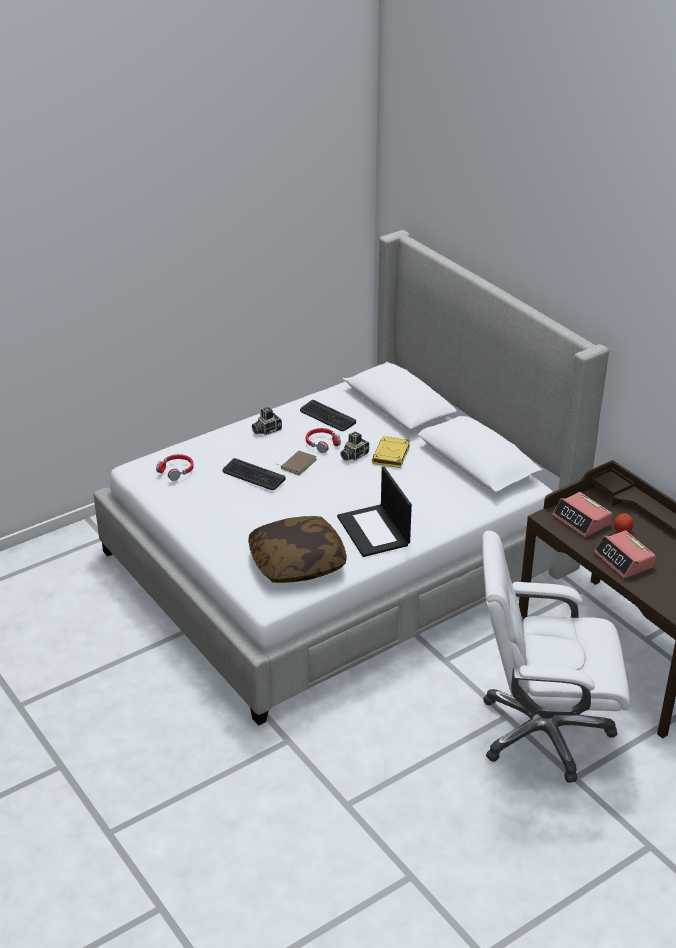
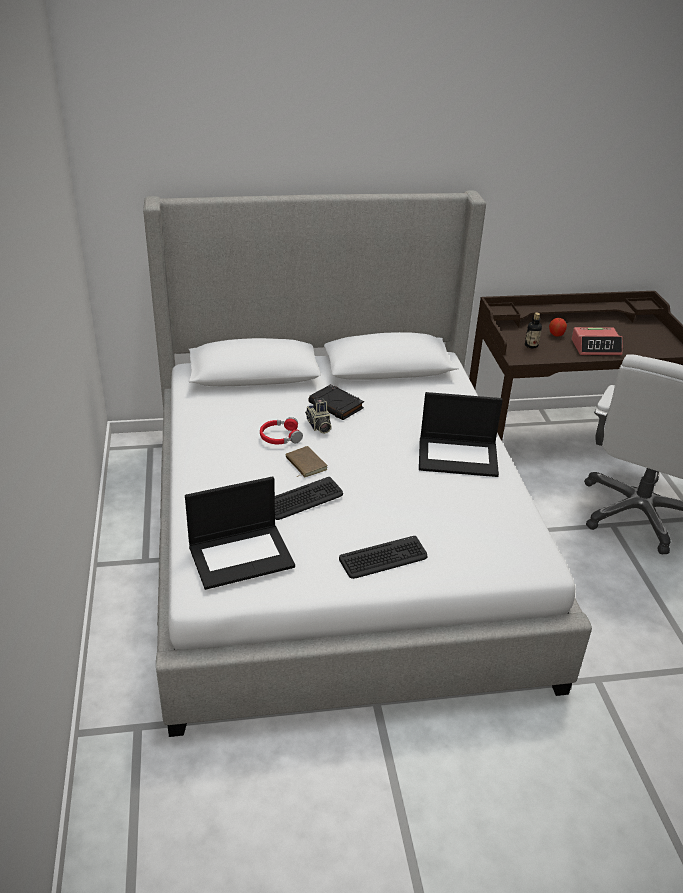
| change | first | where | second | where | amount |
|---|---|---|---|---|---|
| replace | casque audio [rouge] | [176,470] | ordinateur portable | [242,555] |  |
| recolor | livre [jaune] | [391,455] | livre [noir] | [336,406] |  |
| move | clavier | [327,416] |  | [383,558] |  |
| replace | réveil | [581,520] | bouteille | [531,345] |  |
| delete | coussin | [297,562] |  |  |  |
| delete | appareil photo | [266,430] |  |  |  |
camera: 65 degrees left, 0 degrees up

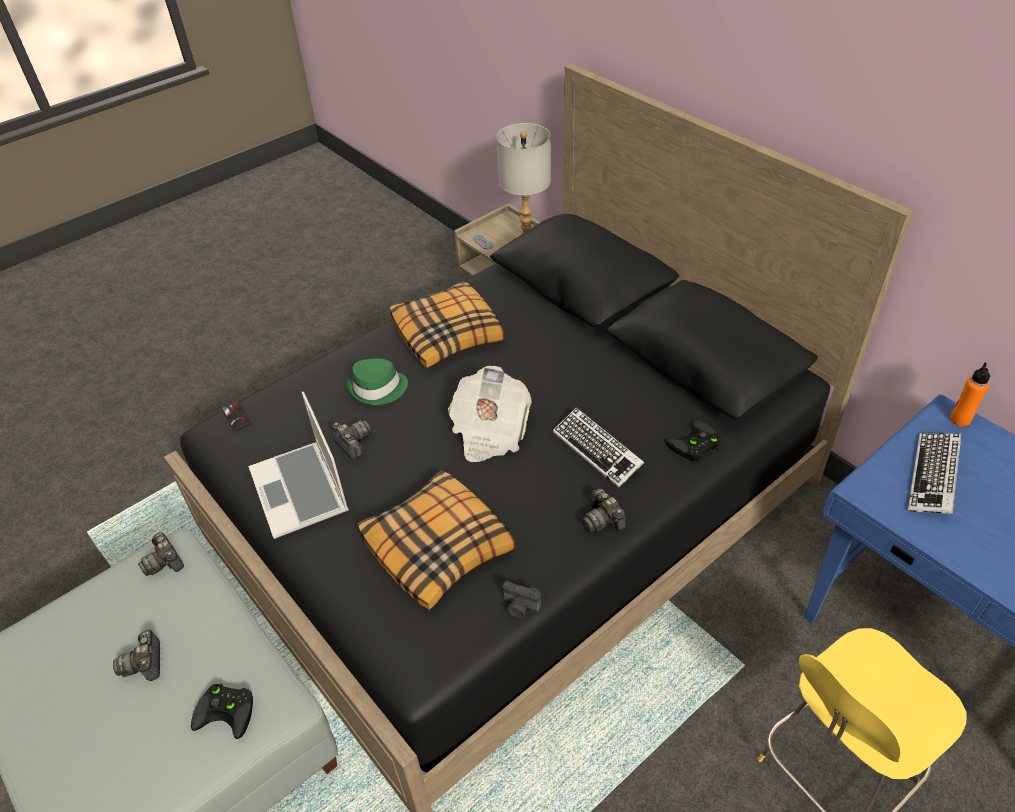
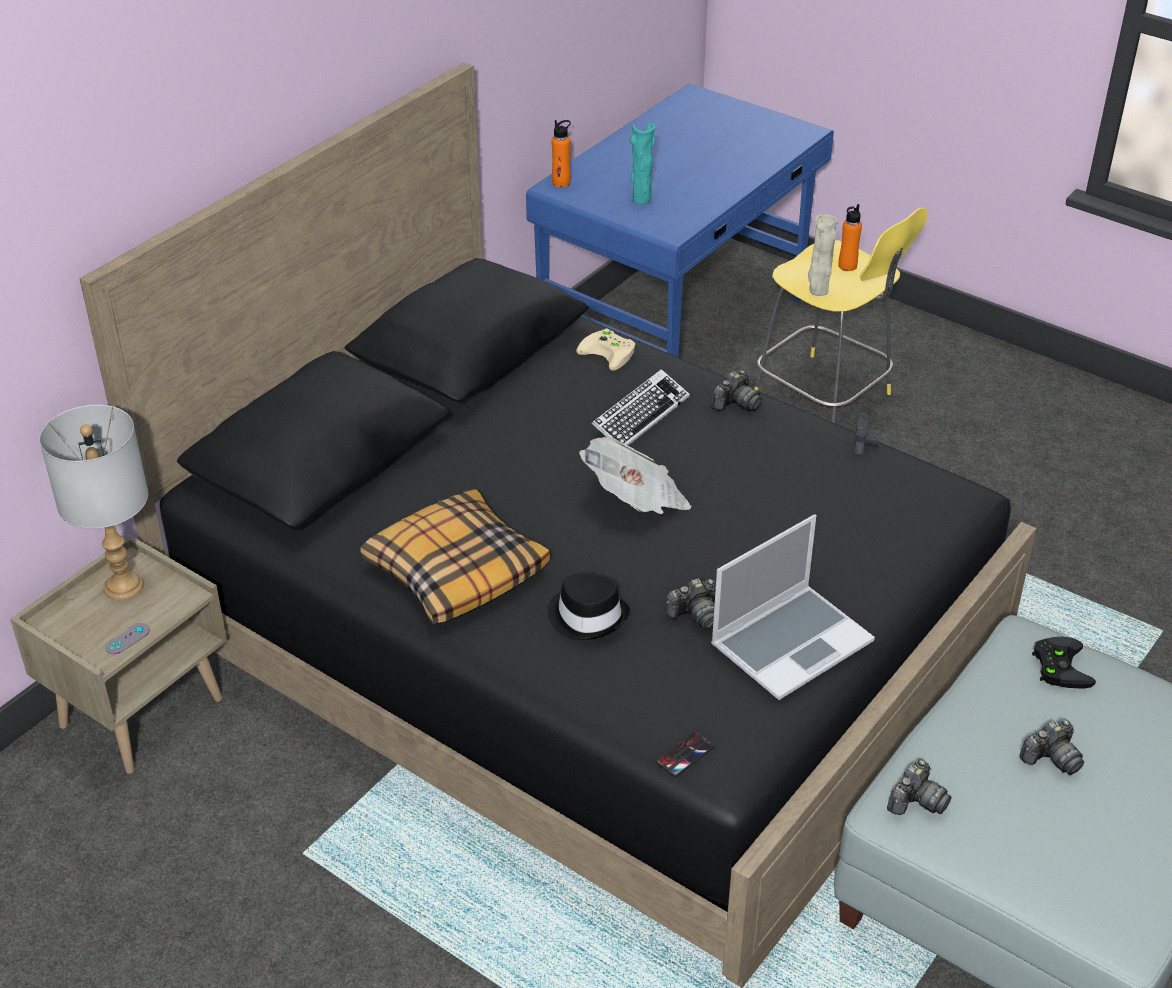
| change | first | where | second | where | amount |
|---|---|---|---|---|---|
| recolor | chapeau [vert] | [378,389] | chapeau [noir] | [588,616] |  |
| recolor | manette [noir] | [694,446] | manette [beige] | [610,352] |  |
| replace | clavier | [933,477] | vase [turquoise] | [641,199] |  |
| rotate | appareil photo | [353,443] |  | [696,615] | 150 degrees counterclockwise |
| insert |  |  | vase [beige] | [818,291] |  |
| insert |  |  | bouteille [orange] | [847,266] |  |
| delete | coussin | [438,546] |  |  |  |
camera: 105 degrees left, 5 degrees down

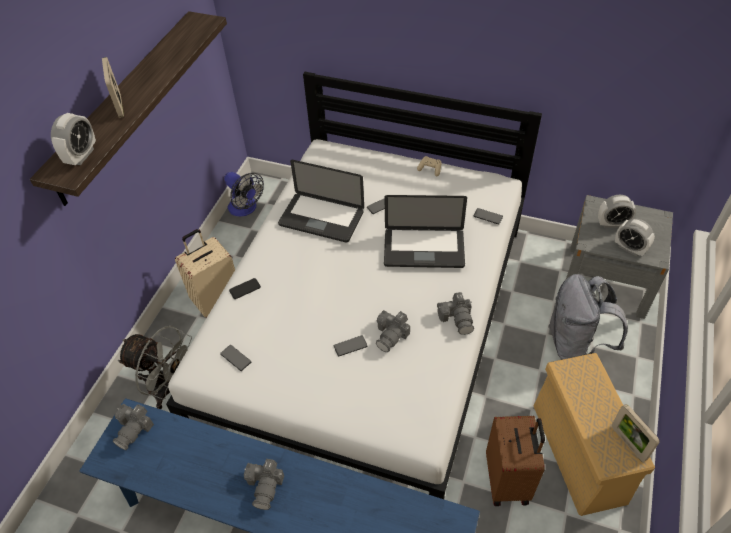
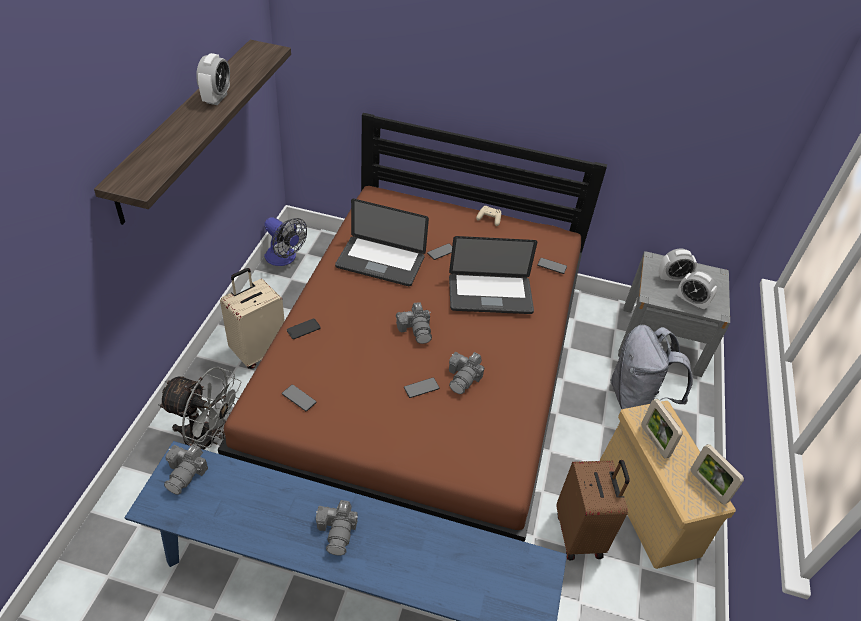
| change | first | where | second | where | amount |
|---|---|---|---|---|---|
| move | réveil | [81,156] |  | [216,98] |  |
| recolor | lit [blanc] | [368,325] | lit [marron] | [423,378] |  |
| move | appareil photo | [457,318] |  | [416,329] |  |
| move | cadre photo | [120,106] |  | [654,441] |  |
camera: 10 degrees left, 5 degrees down

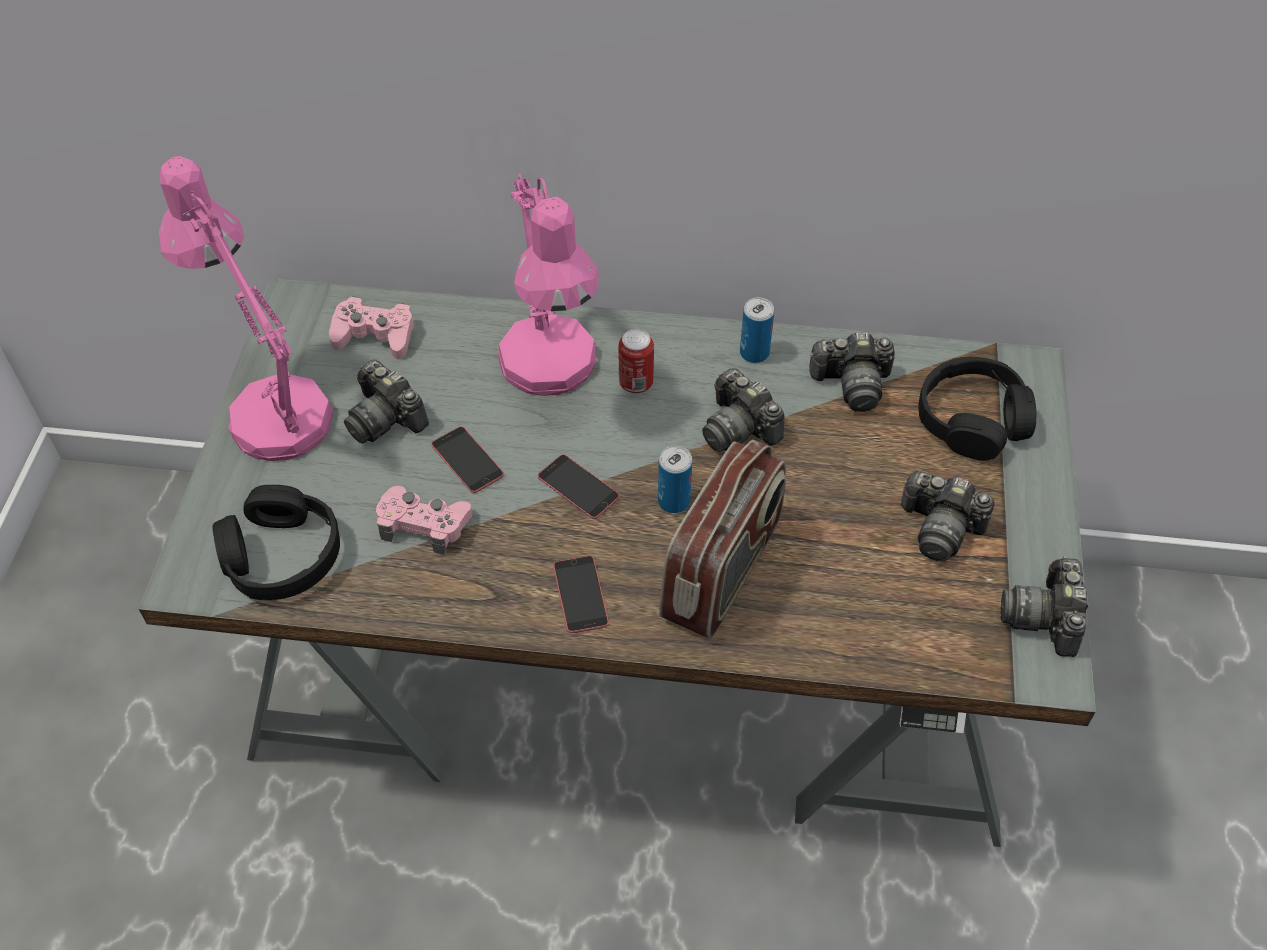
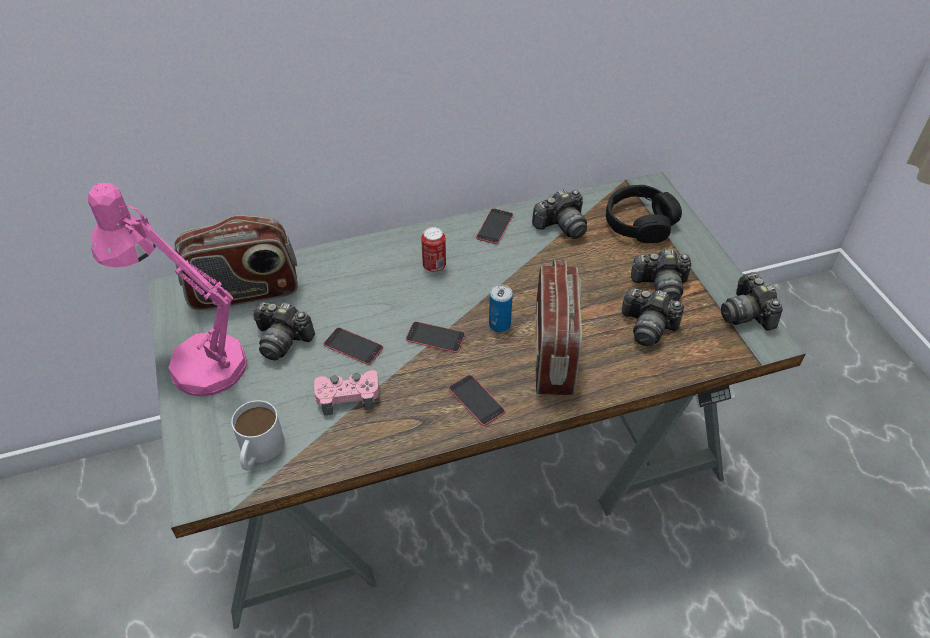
| change | first | where | second | where | amount |
|---|---|---|---|---|---|
| replace | manette [rose] | [375,335] | radio | [244,292] |  |
| replace | casque audio [noir] | [281,555] | mug [blanc] | [259,451] |  |
| replace | boîte métallique | [754,353] | téléphone | [494,226] |  |
| move | appareil photo | [739,428] |  | [647,327] |  |
| delete | lampe de table [rose] | [552,375] |  |  |  |
camera: 25 degrees left, 5 degrees down

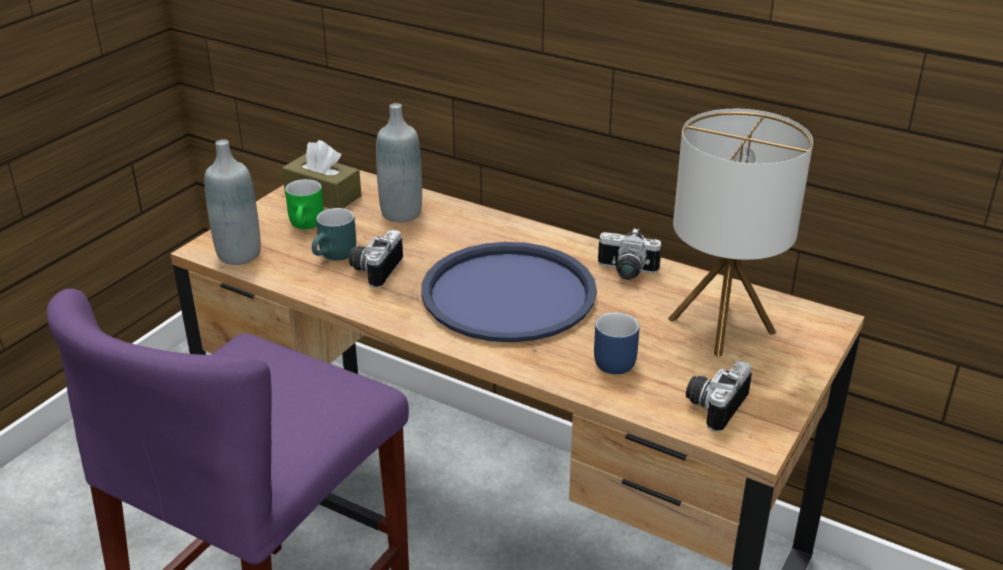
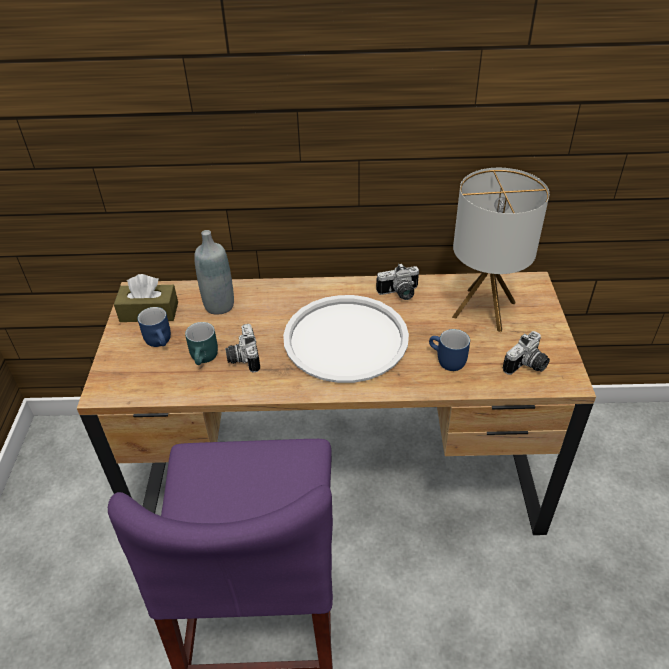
| change | first | where | second | where | amount |
|---|---|---|---|---|---|
| recolor | mug [vert] | [308,225] | mug [bleu] | [161,341] |  |
| recolor | plateau [bleu] | [508,293] | plateau [blanc] | [345,339] |  |
| rotate | appareil photo | [713,405] |  | [527,366] | 135 degrees counterclockwise |
| delete | bouteille [gris] | [239,254] |  |  |  |
camera: 30 degrees left, 10 degrees up

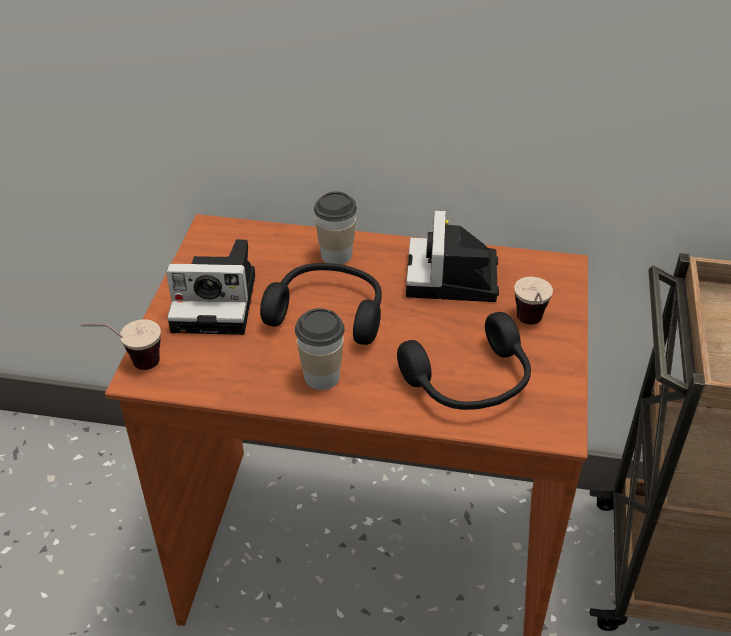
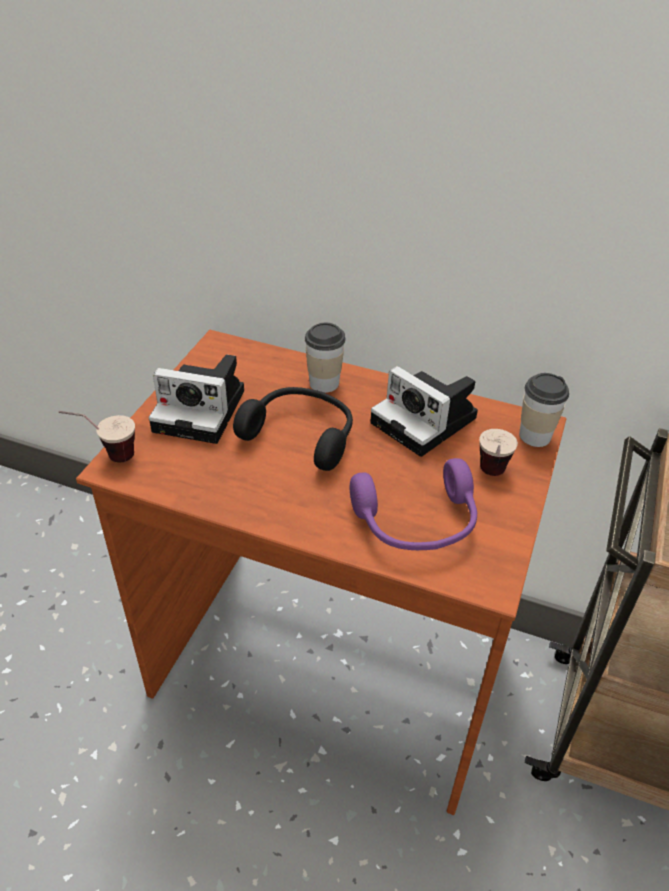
| change | first | where | second | where | amount |
|---|---|---|---|---|---|
| recolor | casque audio [noir] | [470,383] | casque audio [violet] | [417,523] |  |
| rotate | appareil photo | [453,279] |  | [427,421] | 60 degrees counterclockwise |
| move | tasse | [321,377] |  | [534,436] |  |
camera: 10 degrees right, 0 degrees up

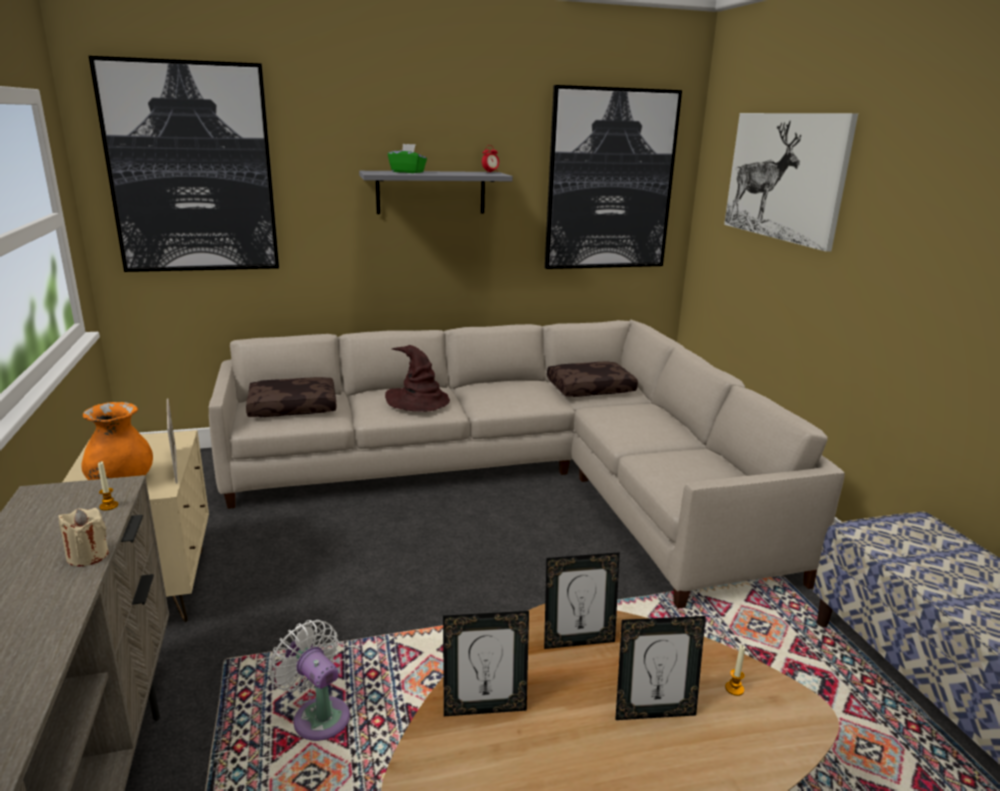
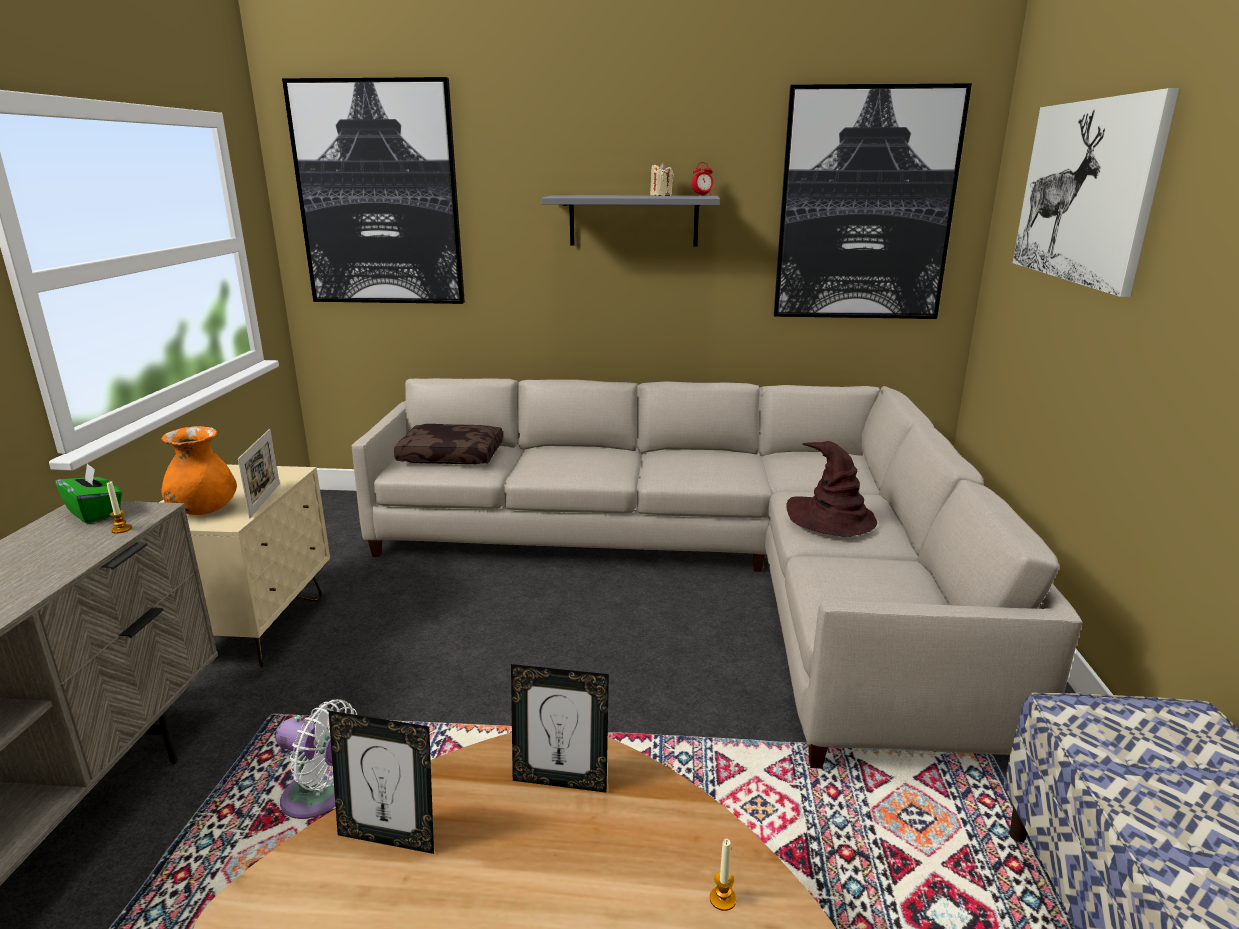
| change | first | where | second | where | amount |
|---|---|---|---|---|---|
| move | boîte à mouchoirs [vert] | [407,172] |  | [95,512] |  |
| rotate | ventilateur [blanc] | [318,715] |  | [320,798] | 135 degrees clockwise |
| move | bougie [beige] | [88,556] |  | [661,195] |  |
| move | chapeau [marron] | [418,401] |  | [831,518] |  |
| delete | coussin [marron] | [590,388] |  |  |  |
| delete | cadre photo | [653,712] |  |  |  |
camera: 20 degrees right, 0 degrees up

